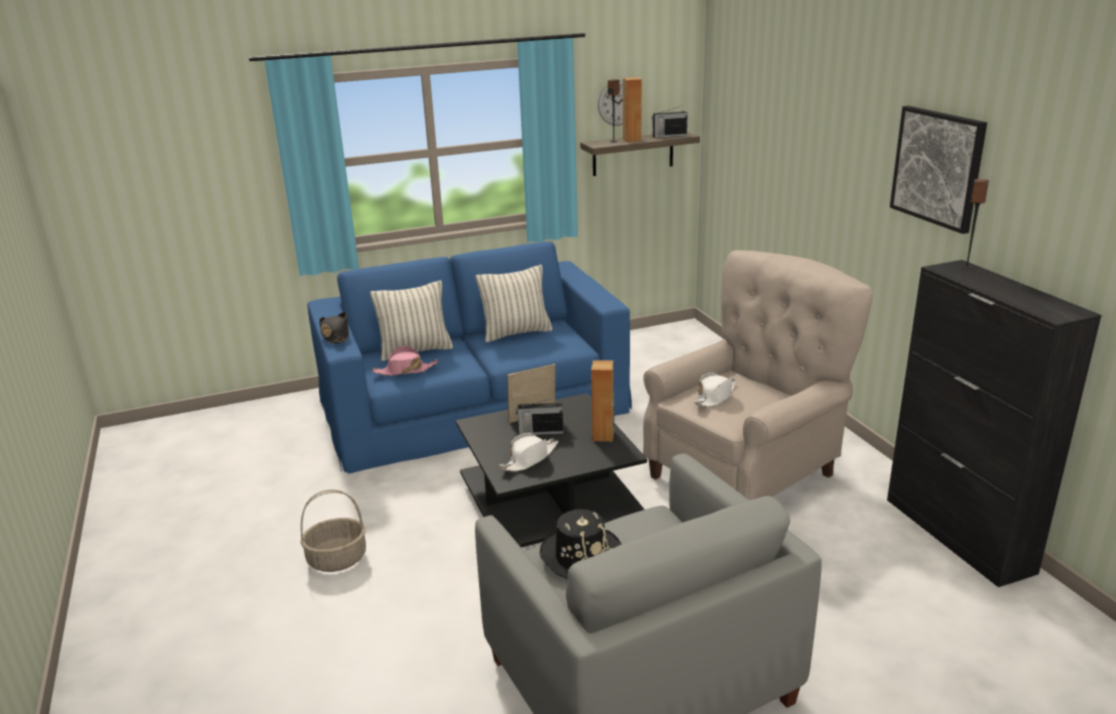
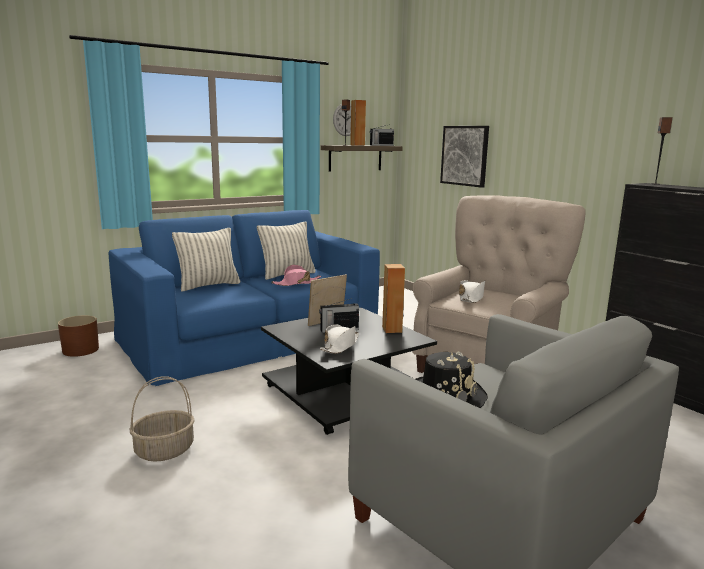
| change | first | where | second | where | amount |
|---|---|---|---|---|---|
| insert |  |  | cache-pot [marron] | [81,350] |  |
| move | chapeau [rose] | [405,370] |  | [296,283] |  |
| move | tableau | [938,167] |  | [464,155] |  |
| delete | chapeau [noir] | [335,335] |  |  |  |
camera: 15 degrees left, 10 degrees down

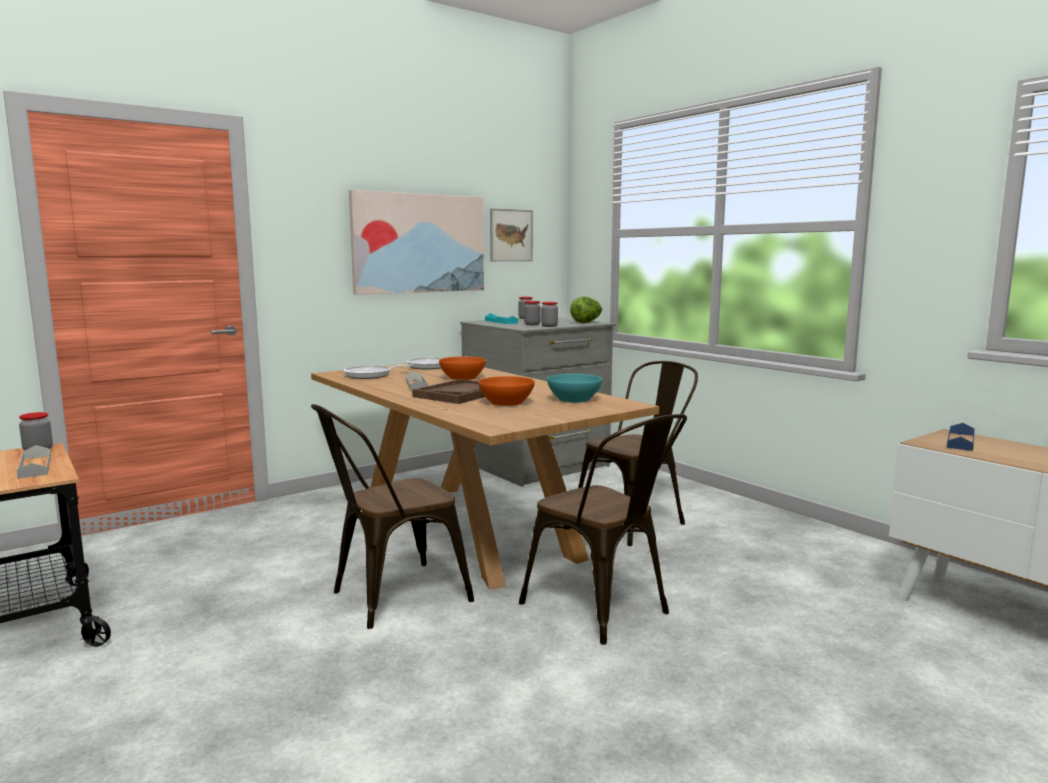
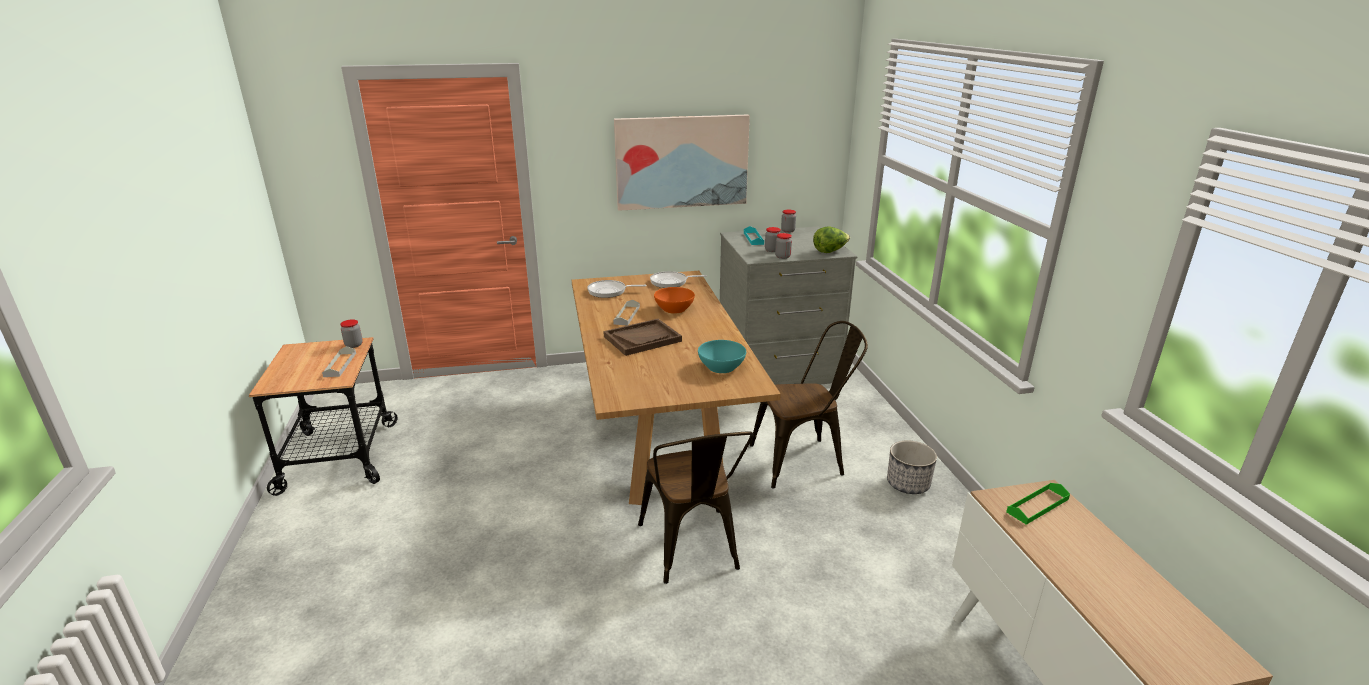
| change | first | where | second | where | amount |
|---|---|---|---|---|---|
| insert |  |  | cache-pot | [908,484] |  |
| recolor | plateau [bleu] | [960,441] | plateau [vert] | [1037,505] |  |
| delete | chaise [marron] | [390,597] |  |  |  |
| delete | bol [orange] | [506,402] |  |  |  |
| delete | tableau | [511,235] |  |  |  |
camera: 25 degrees right, 15 degrees up

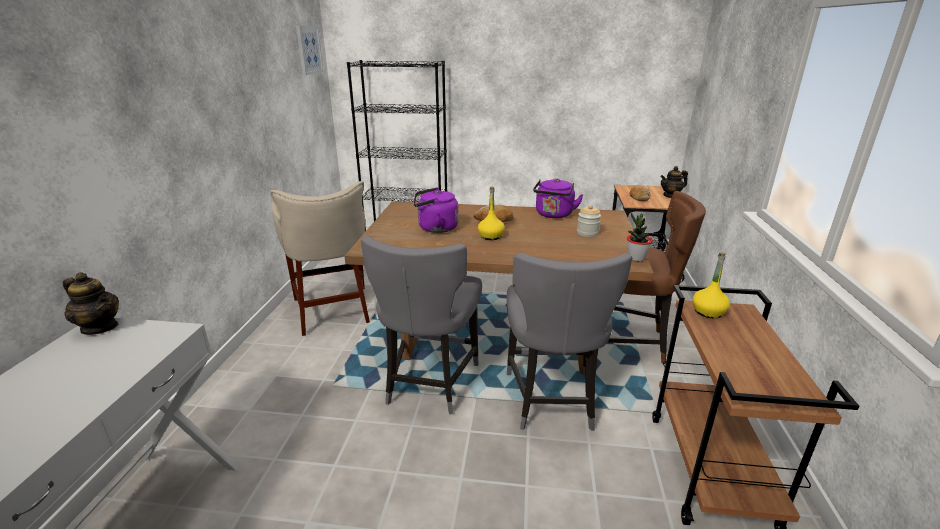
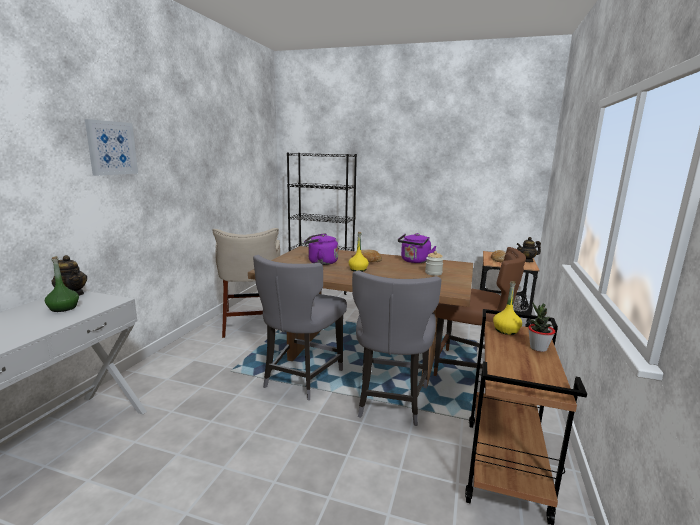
| change | first | where | second | where | amount |
|---|---|---|---|---|---|
| insert |  |  | bouteille [vert] | [63,308] |  |
| move | tableau | [309,50] |  | [111,148] |  |
| move | plante en pot | [636,258] |  | [538,348] |  |
camera: 10 degrees right, 10 degrees down

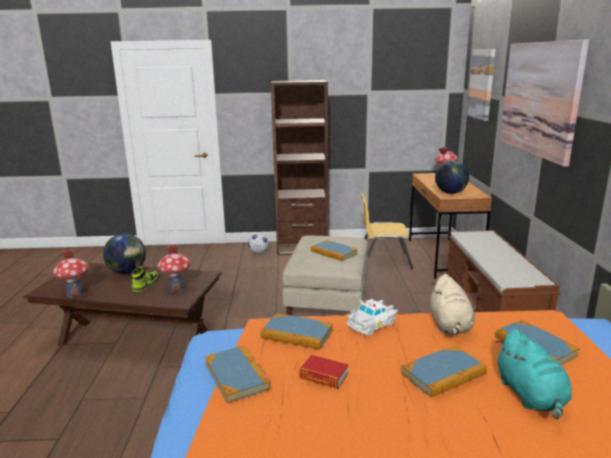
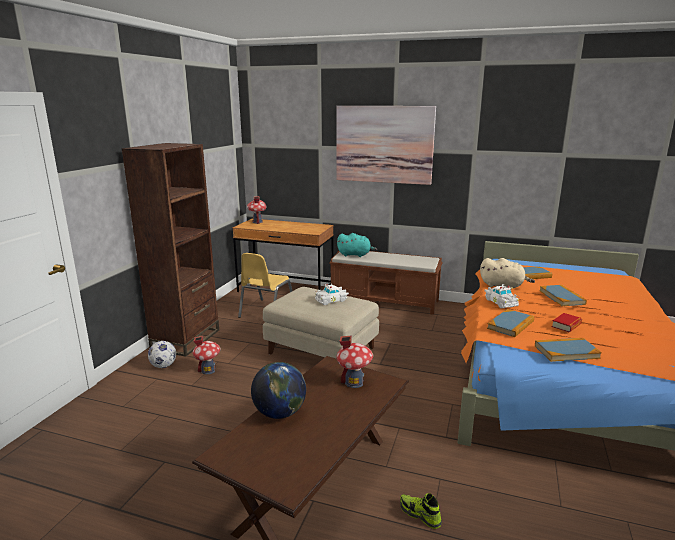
| change | first | where | second | where | amount |
|---|---|---|---|---|---|
| move | maison miniature | [75,293] |  | [208,370] |  |
| replace | livre | [333,252] | petite voiture [blanc] | [332,300] |  |
| move | peluche [turquoise] | [531,396] |  | [355,255] |  |
| move | chaussure | [145,285] |  | [420,515] |  |
| delete | globe | [450,193] |  |  |  |
| delete | tableau | [482,84] |  |  |  |
camera: 70 degrees left, 0 degrees up

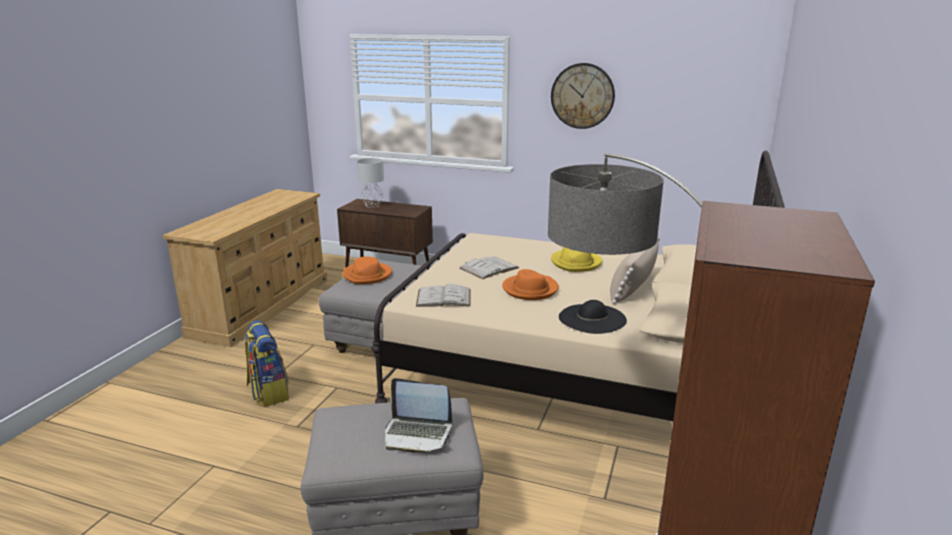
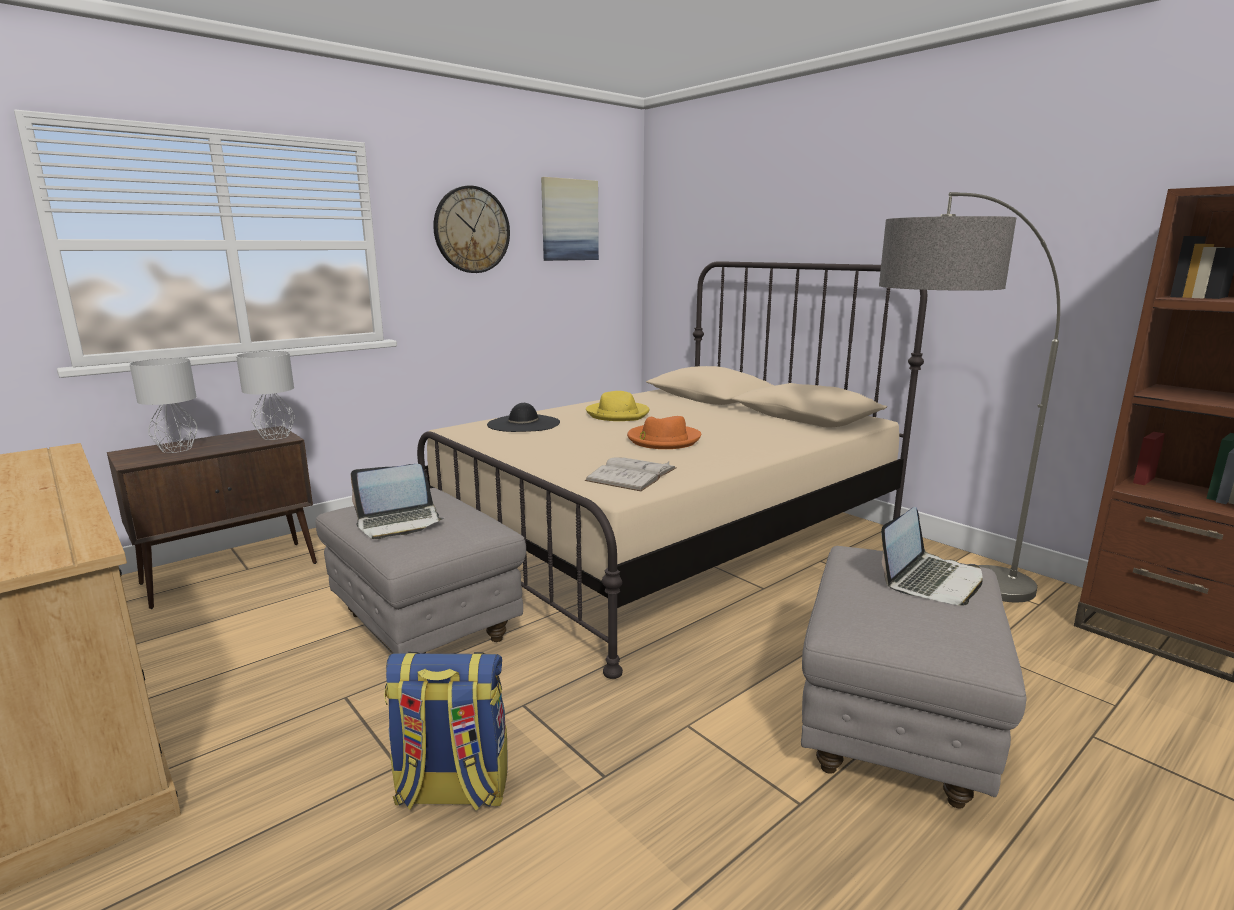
| change | first | where | second | where | amount |
|---|---|---|---|---|---|
| insert |  |  | lampe de table [gris] | [276,436] |  |
| replace | chapeau [orange] | [367,275] | ordinateur portable | [399,523] |  |
| move | chapeau [noir] | [592,318] |  | [523,424] |  |
| insert |  |  | tableau | [569,220] |  |
| delete | livre [blanc] | [489,268] |  |  |  |
| delete | coussin [beige] | [632,287] |  |  |  |
camera: 60 degrees left, 5 degrees down

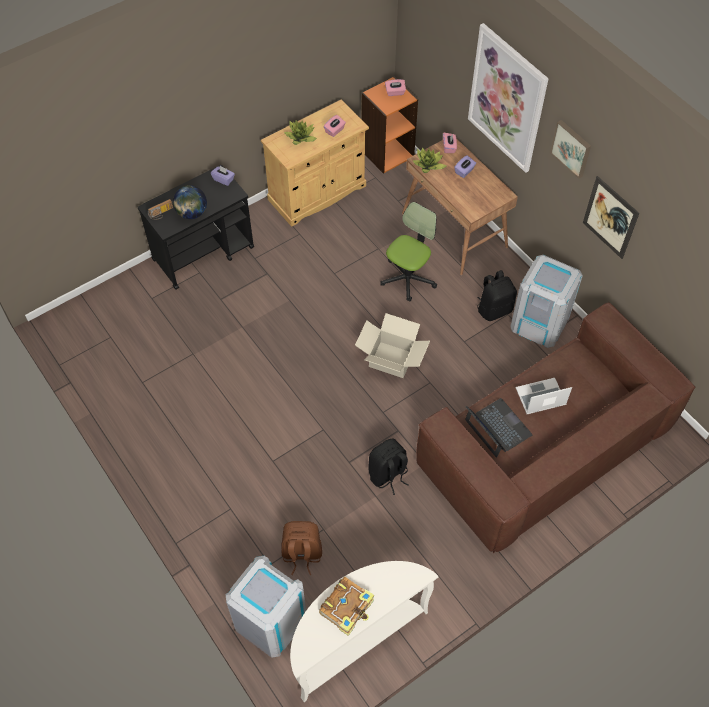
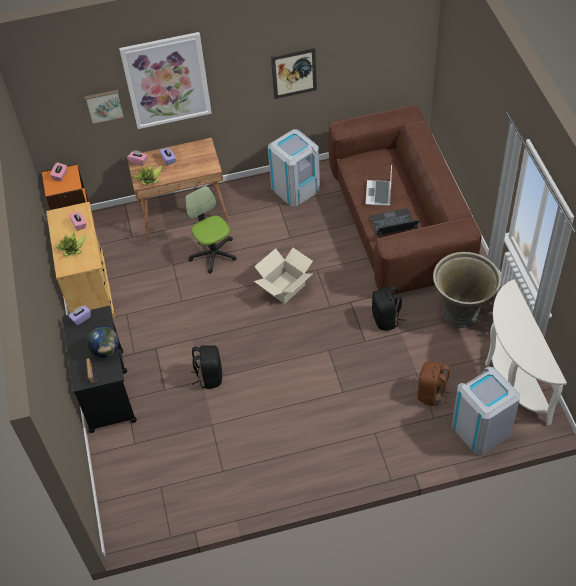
| change | first | where | second | where | amount |
|---|---|---|---|---|---|
| move | tableau | [572,148] |  | [104,105] |  |
| move | sac à dos [noir] | [494,309] |  | [209,376] |  |
| insert |  |  | cache-pot [gris] | [462,312] |  |
| delete | livre | [347,607] |  |  |  |
camera: 65 degrees left, 5 degrees down

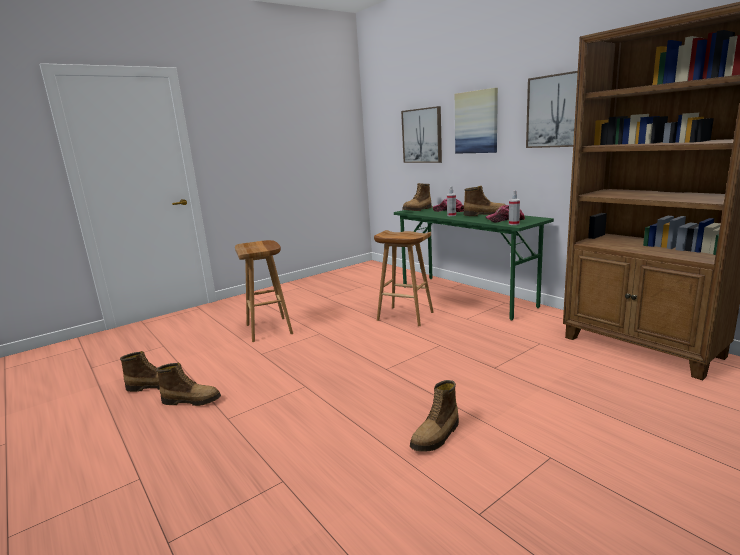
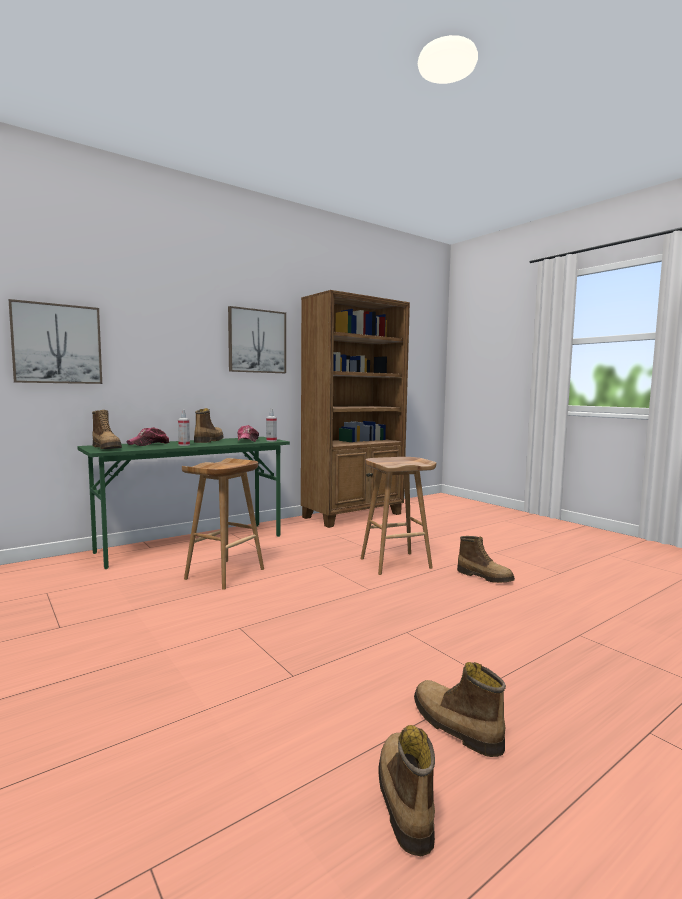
| change | first | where | second | where | amount |
|---|---|---|---|---|---|
| move | tabouret [marron] | [270,329] |  | [396,563] |  |
| rotate | botte | [192,400] |  | [454,726] | 45 degrees counterclockwise |
| delete | tableau | [476,122] |  |  |  |
camera: 90 degrees left, 10 degrees down

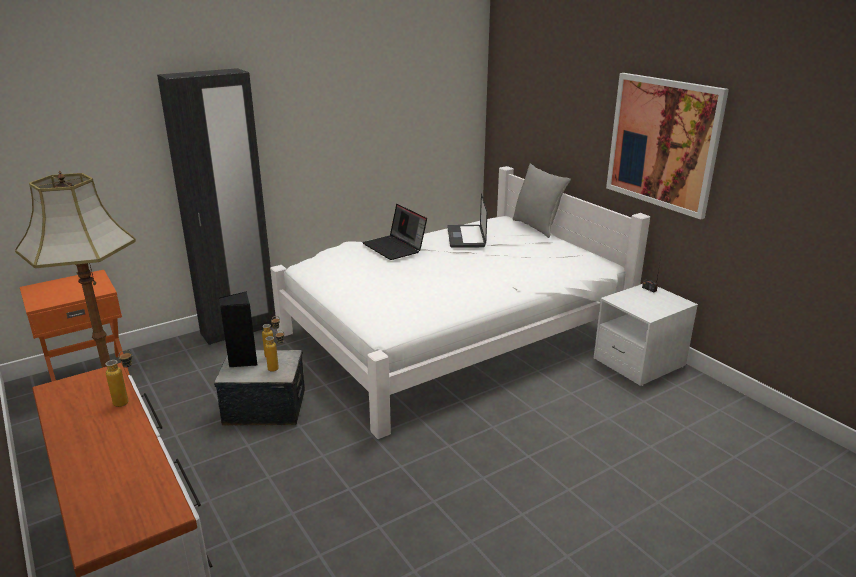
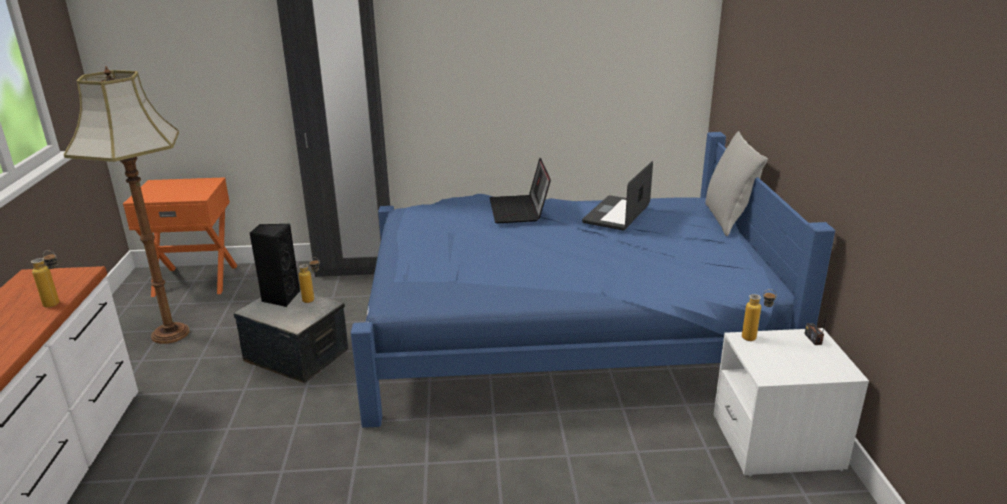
| change | first | where | second | where | amount |
|---|---|---|---|---|---|
| recolor | lit [blanc] | [450,335] | lit [bleu] | [560,332] |  |
| move | bouteille | [277,368] |  | [755,339] |  |
| delete | tableau | [663,143] |  |  |  |
camera: 30 degrees right, 0 degrees up

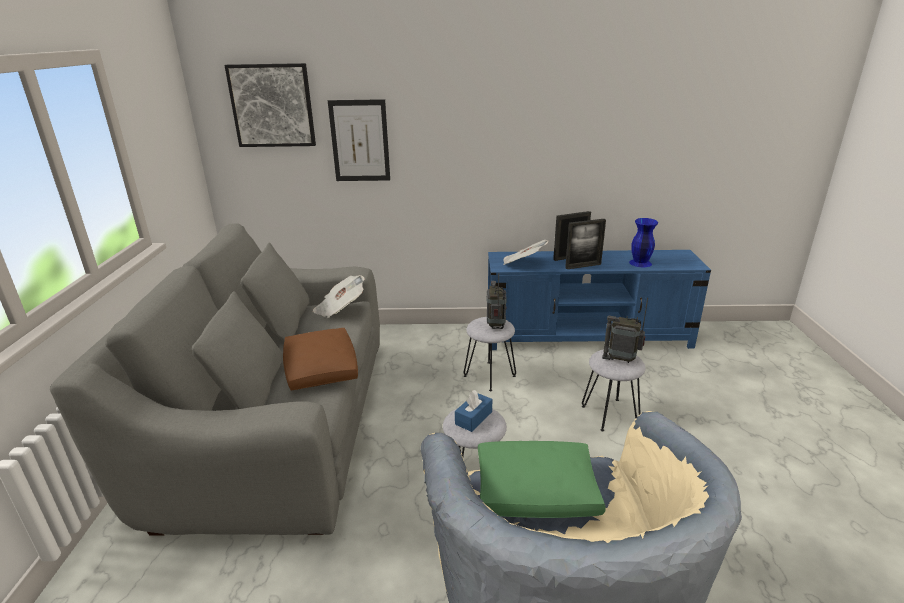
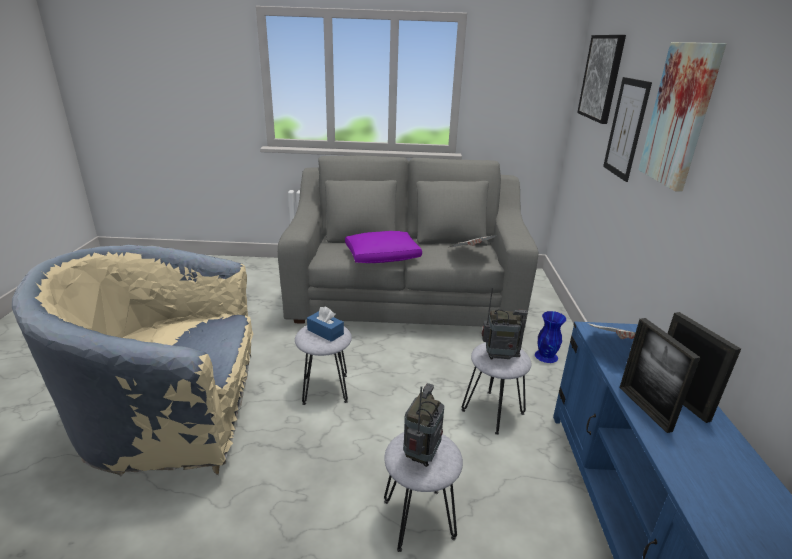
| change | first | where | second | where | amount |
|---|---|---|---|---|---|
| recolor | coussin [marron] | [321,369] | coussin [violet] | [381,257] |  |
| move | vase [bleu] | [640,263] |  | [546,356] |  |
| insert |  |  | tableau | [680,115] |  |
| delete | coussin [vert] | [534,491] |  |  |  |
camera: 90 degrees right, 0 degrees up

